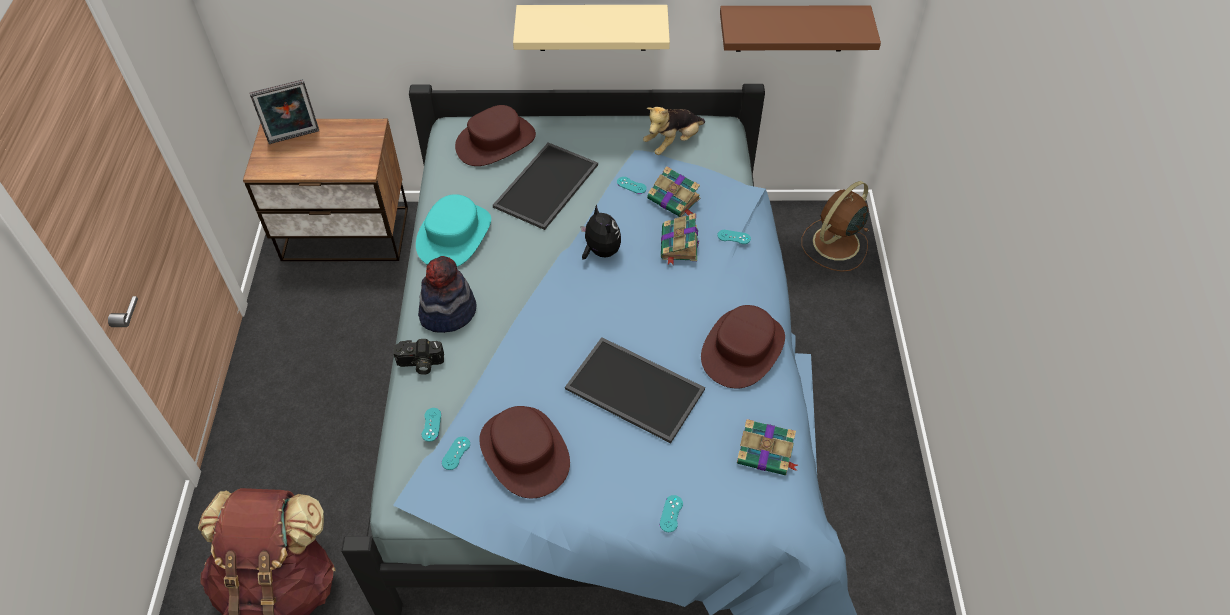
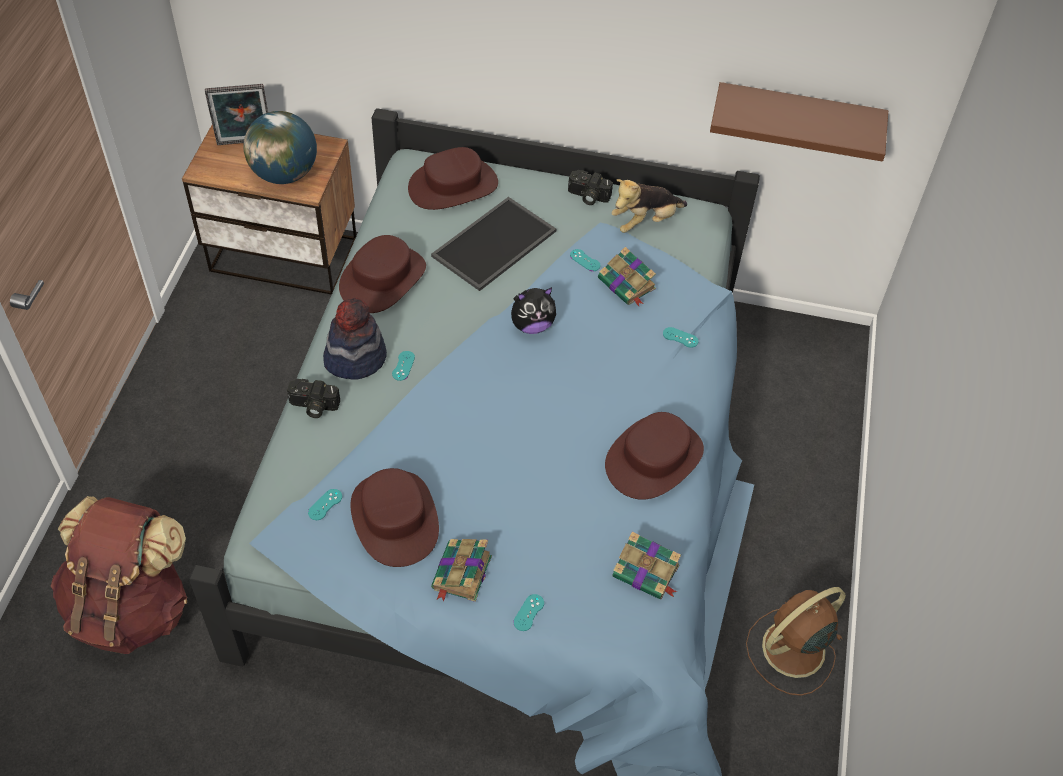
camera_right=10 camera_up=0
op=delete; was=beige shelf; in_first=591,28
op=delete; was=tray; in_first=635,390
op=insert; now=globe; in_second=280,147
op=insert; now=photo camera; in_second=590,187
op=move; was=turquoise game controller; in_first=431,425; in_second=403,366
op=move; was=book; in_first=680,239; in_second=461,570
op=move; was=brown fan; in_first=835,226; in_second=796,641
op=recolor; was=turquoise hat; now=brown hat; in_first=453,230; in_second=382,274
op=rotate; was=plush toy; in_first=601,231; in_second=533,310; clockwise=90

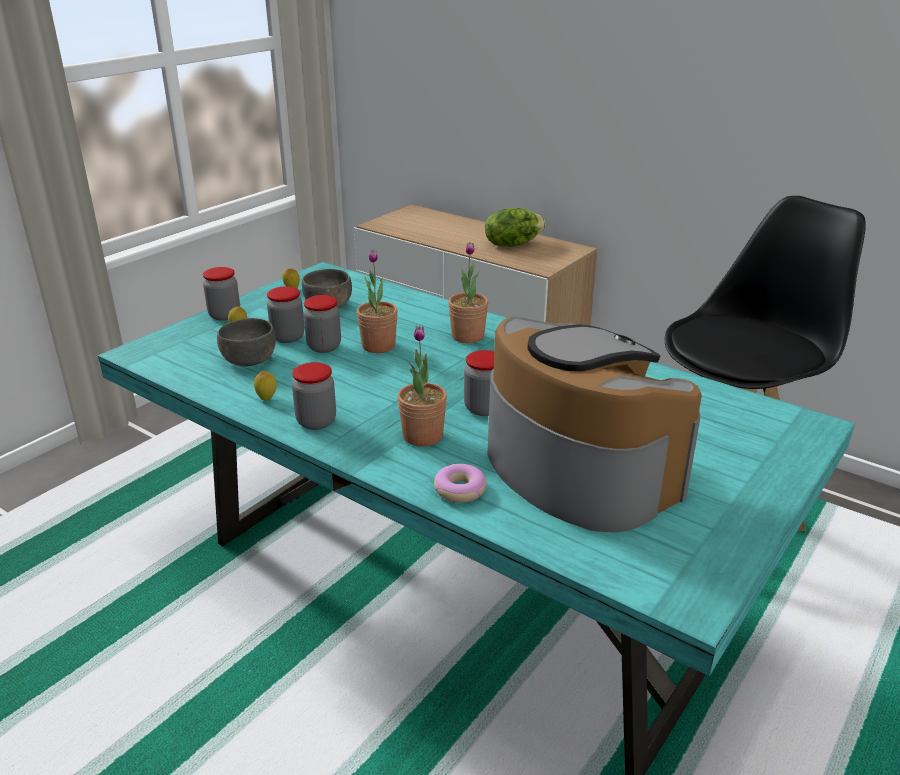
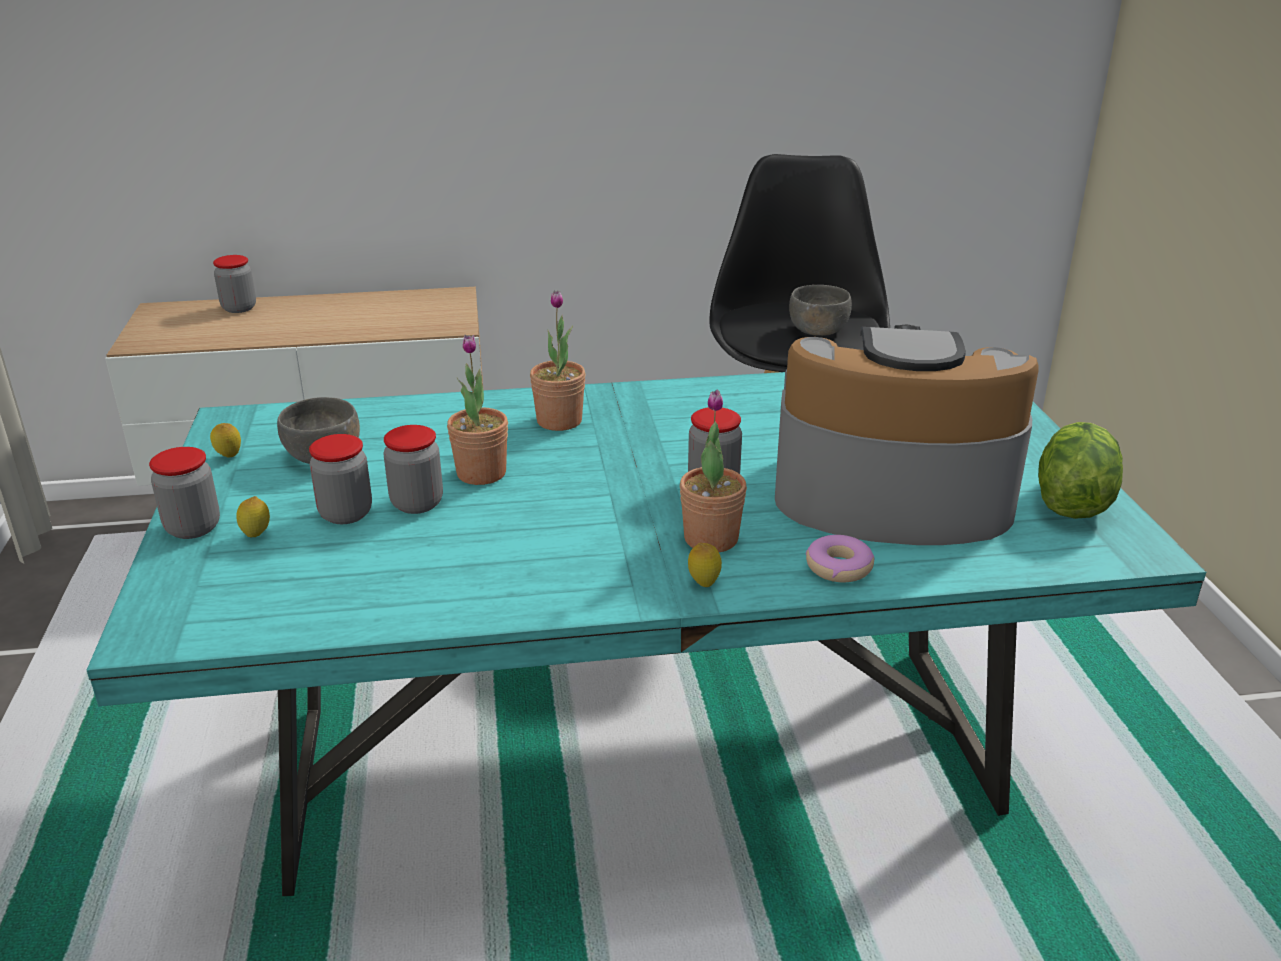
camera_right=-45 camera_up=0
op=move; was=grey bowl; in_first=246,342; in_second=820,310
op=move; was=lemon; in_first=265,385; in_second=705,565
op=move; was=jar; in_first=314,396; in_second=234,284
op=move; was=lettuce; in_first=515,227; in_second=1080,470

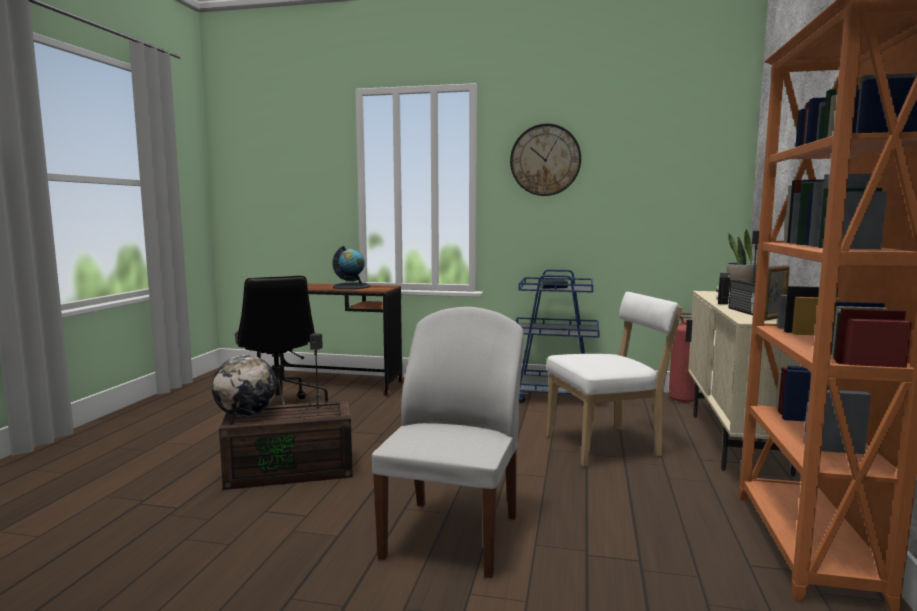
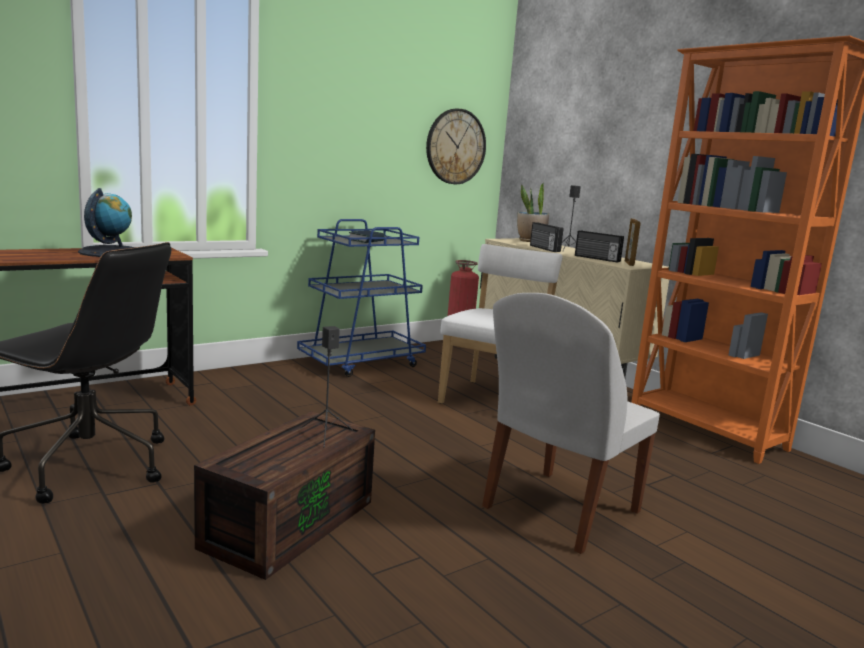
camera_right=-50 camera_up=5
op=delete; was=globe; in_first=244,386
op=move; was=wall clock; in_first=545,159; in_second=456,146
op=rotate; was=white chair; in_first=448,442; in_second=571,423; clockwise=-105

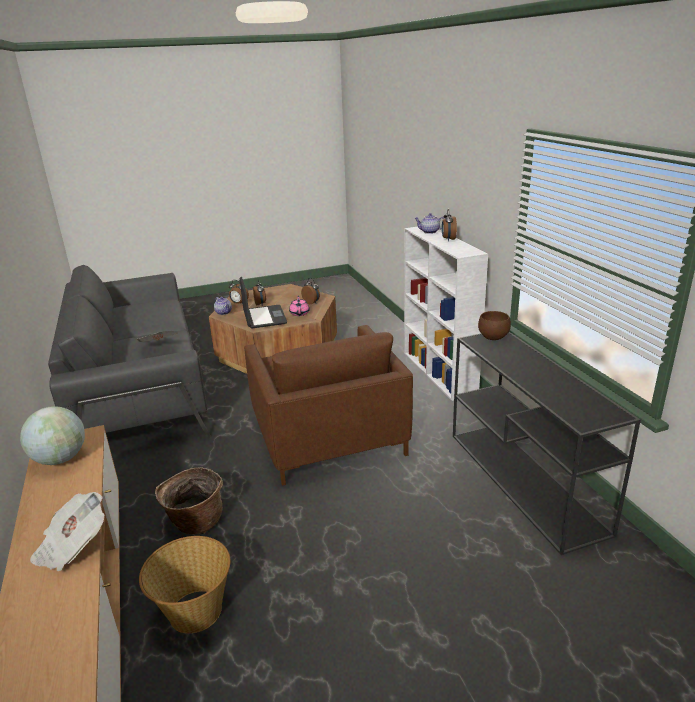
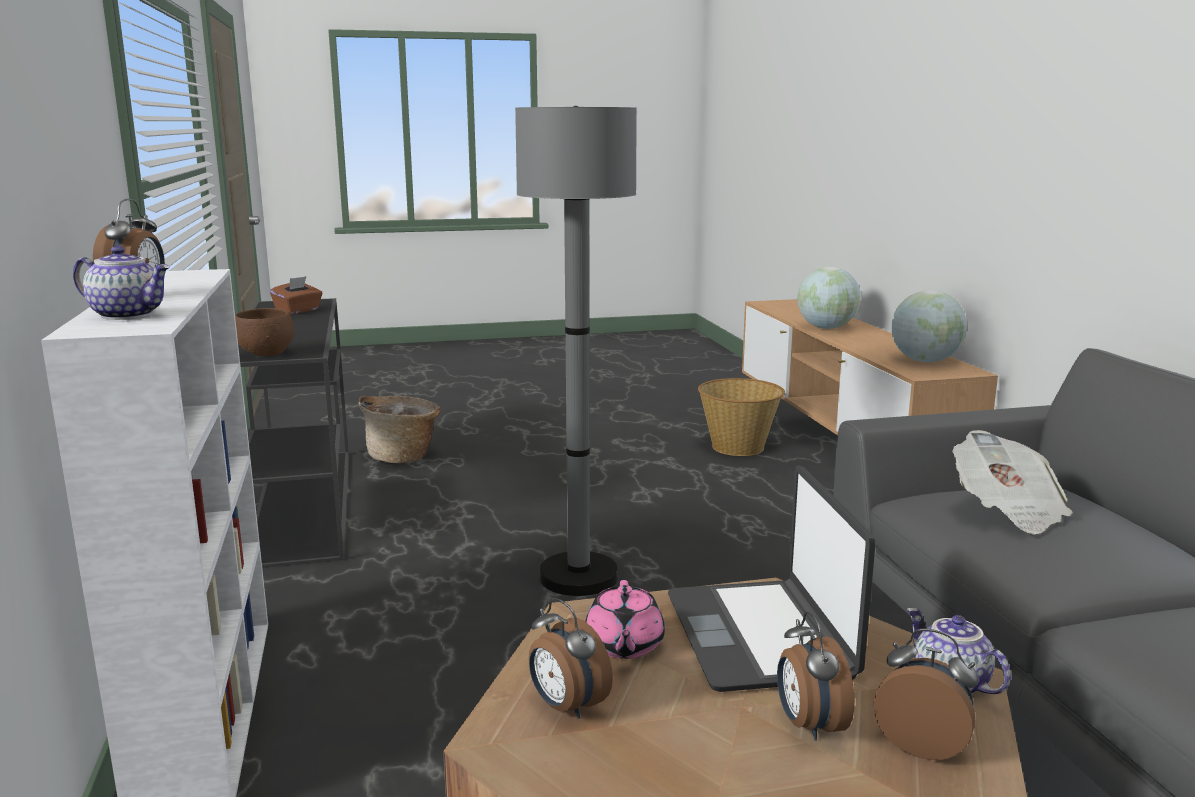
camera_right=-175 camera_up=-10
op=insert; now=brown tissue box; in_second=296,295
op=move; was=basket; in_first=189,500; in_second=399,429
op=replace; was=newspaper; now=globe; in_first=67,531; in_second=829,298
op=replace; was=brown armchair; now=grey floor lamp; in_first=328,405; in_second=576,351

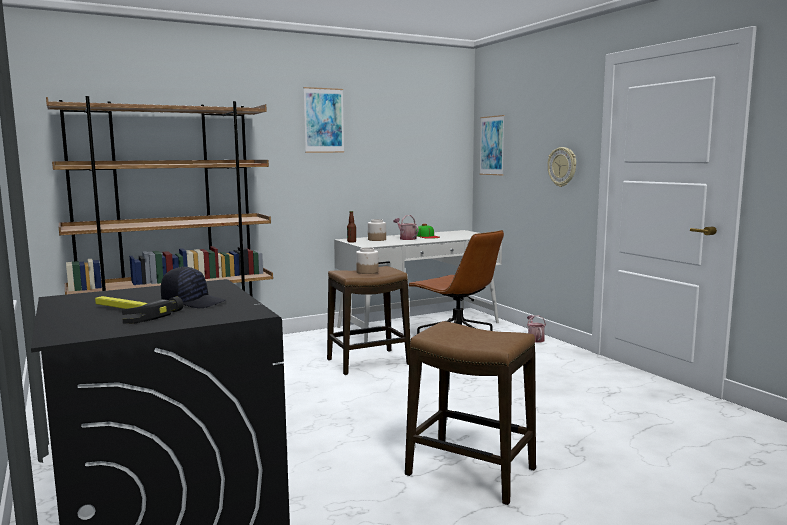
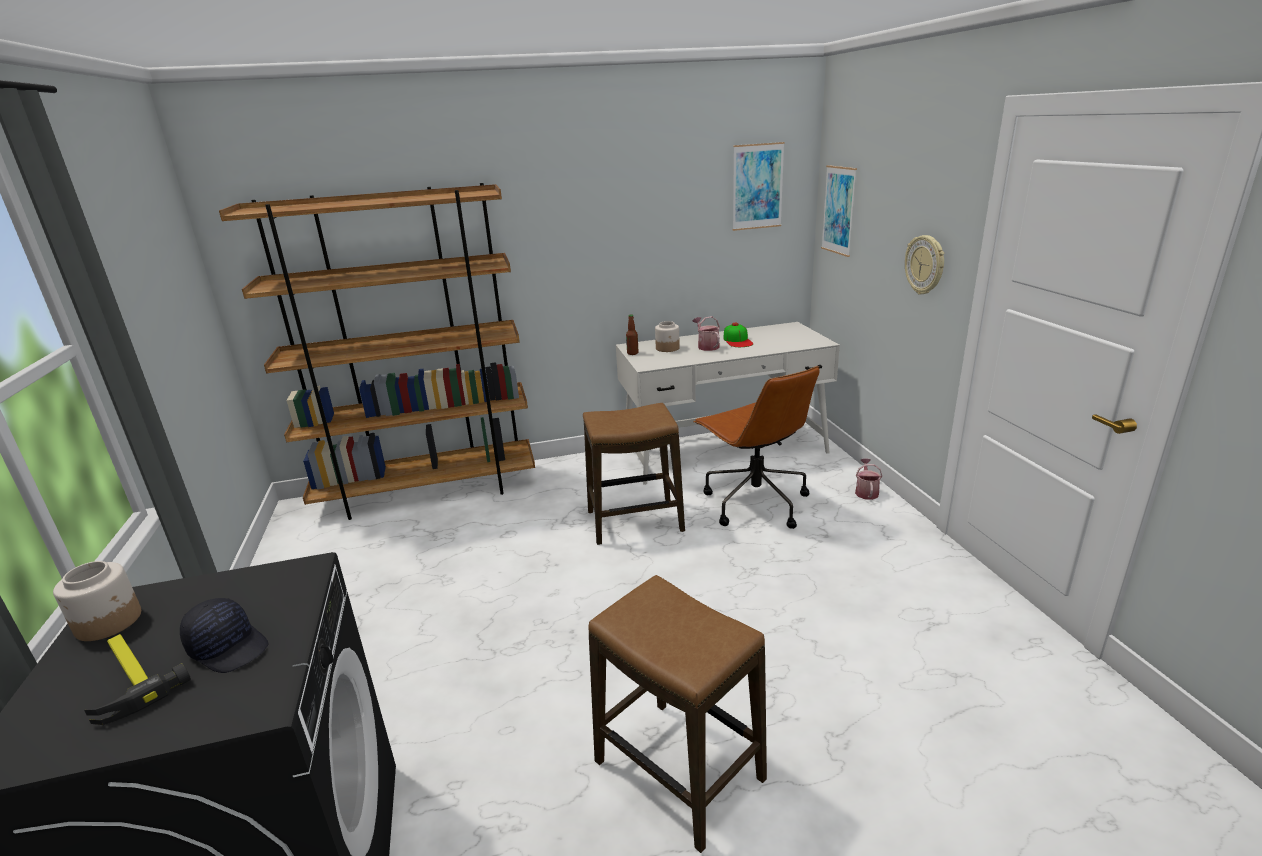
camera_right=15 camera_up=15
op=move; was=picture; in_first=323,120; in_second=759,186
op=move; was=jar; in_first=367,260; in_second=97,601

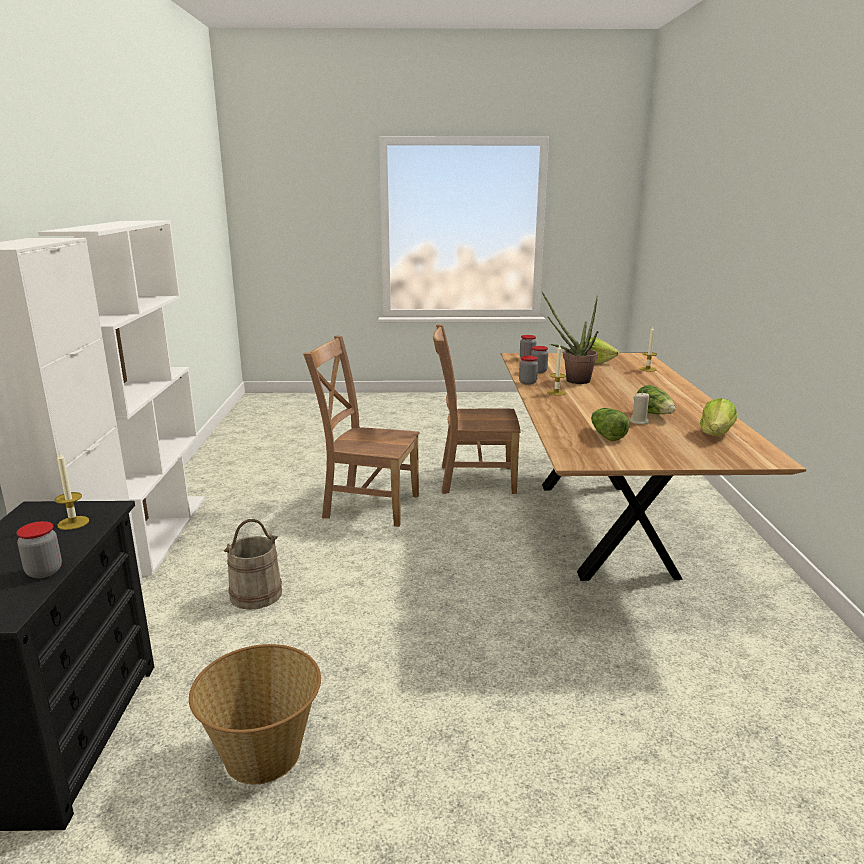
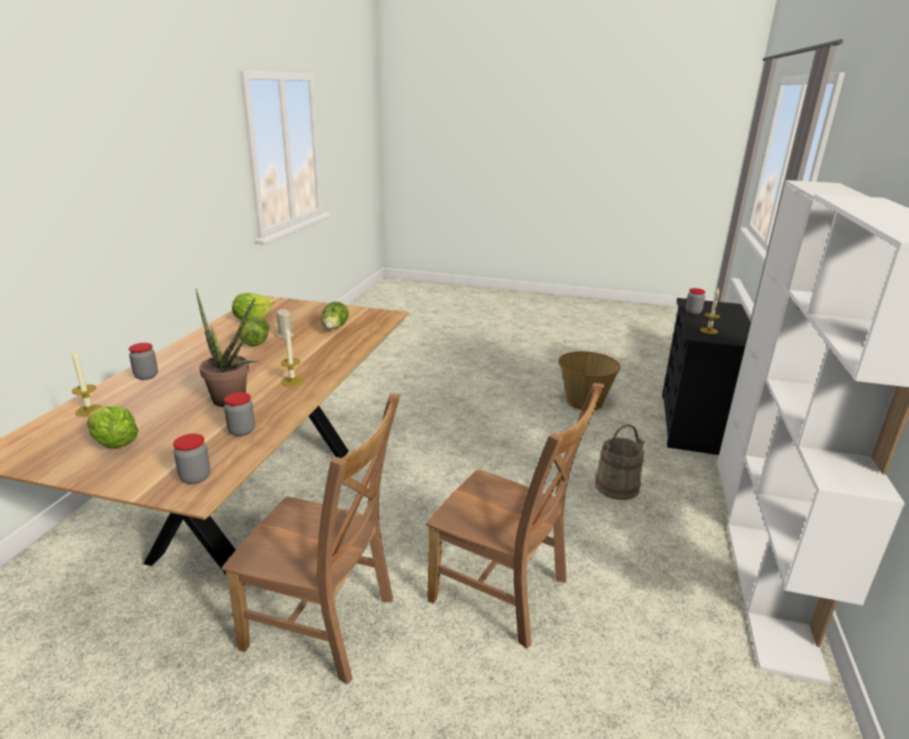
camera_right=-165 camera_up=5
op=move; was=jar; in_first=528,370; in_second=143,361

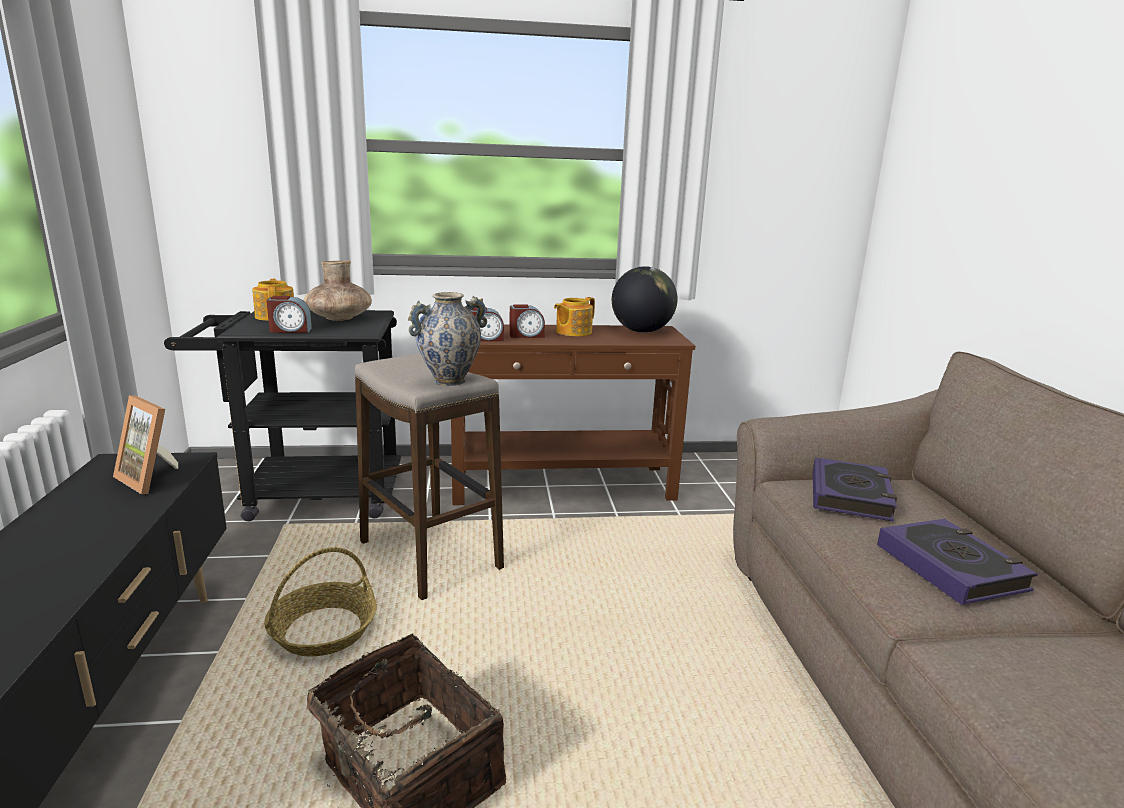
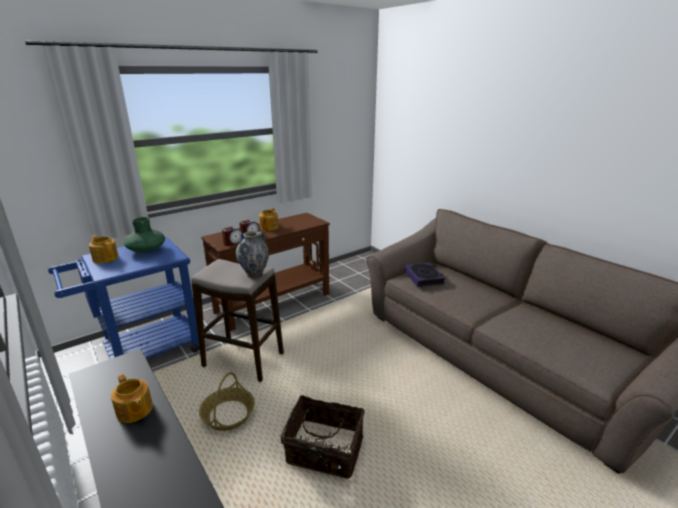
camera_right=-30 camera_up=5
op=delete; was=picture frame; in_first=145,444
op=delete; was=alarm clock; in_first=289,314
op=delete; was=globe; in_first=645,299
op=delete; was=book; in_first=957,562
op=insert; now=teapot; in_second=132,398
op=recolor; was=black cart; now=blue cart; in_first=282,415; in_second=123,298
op=recolor; was=brown vase; now=green vase; in_first=338,290; in_second=144,235

